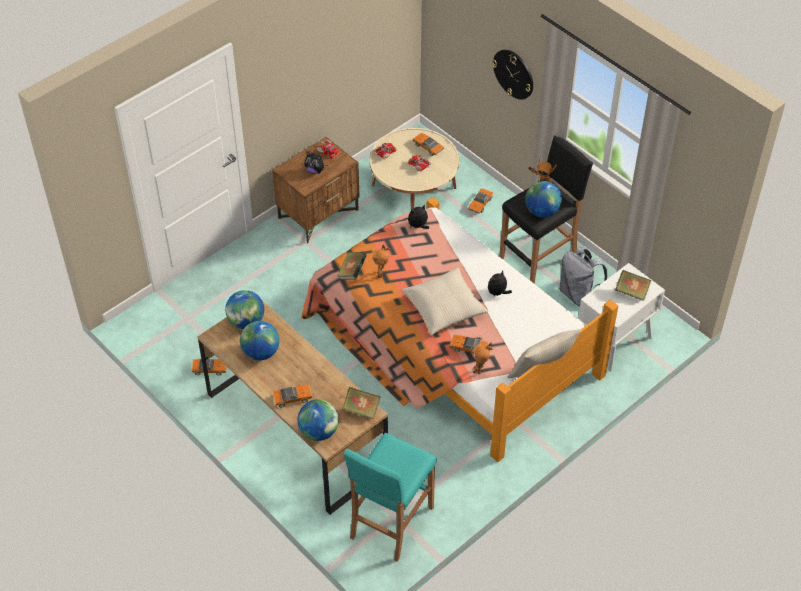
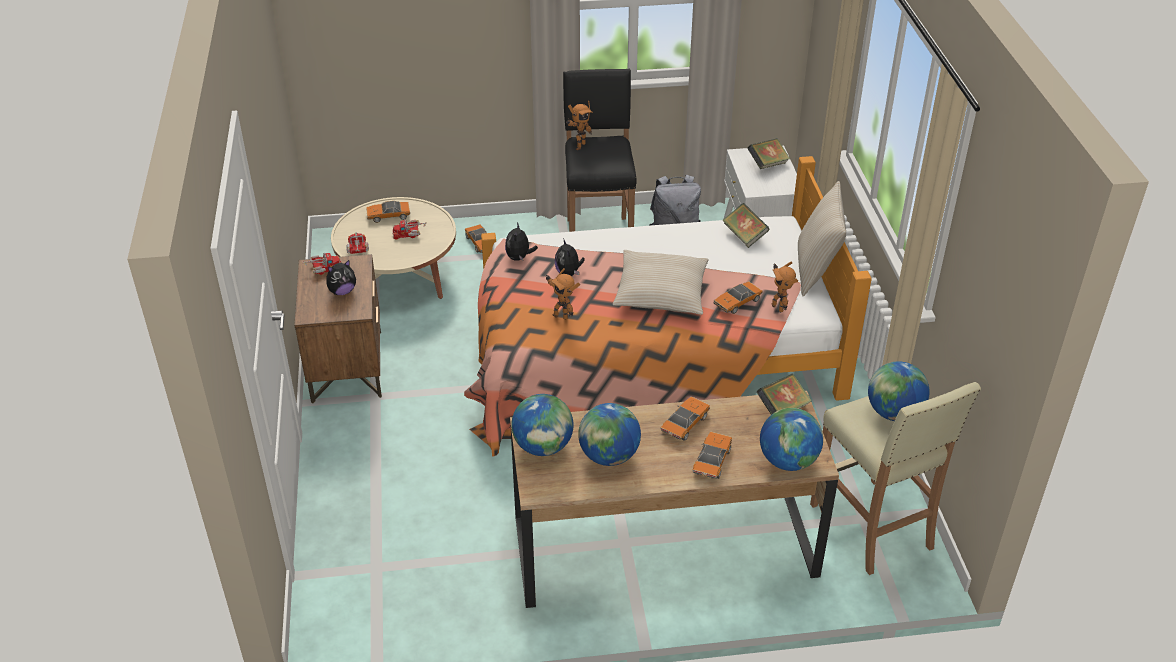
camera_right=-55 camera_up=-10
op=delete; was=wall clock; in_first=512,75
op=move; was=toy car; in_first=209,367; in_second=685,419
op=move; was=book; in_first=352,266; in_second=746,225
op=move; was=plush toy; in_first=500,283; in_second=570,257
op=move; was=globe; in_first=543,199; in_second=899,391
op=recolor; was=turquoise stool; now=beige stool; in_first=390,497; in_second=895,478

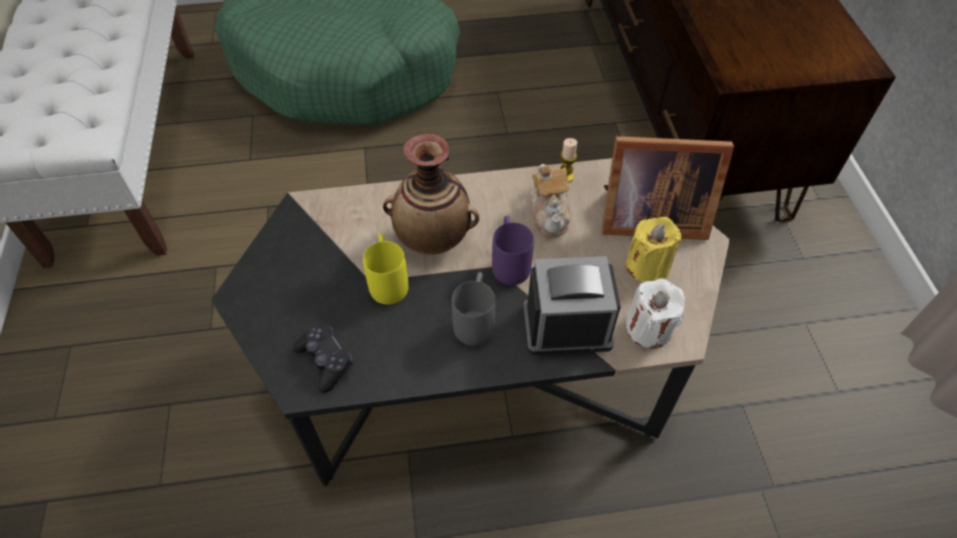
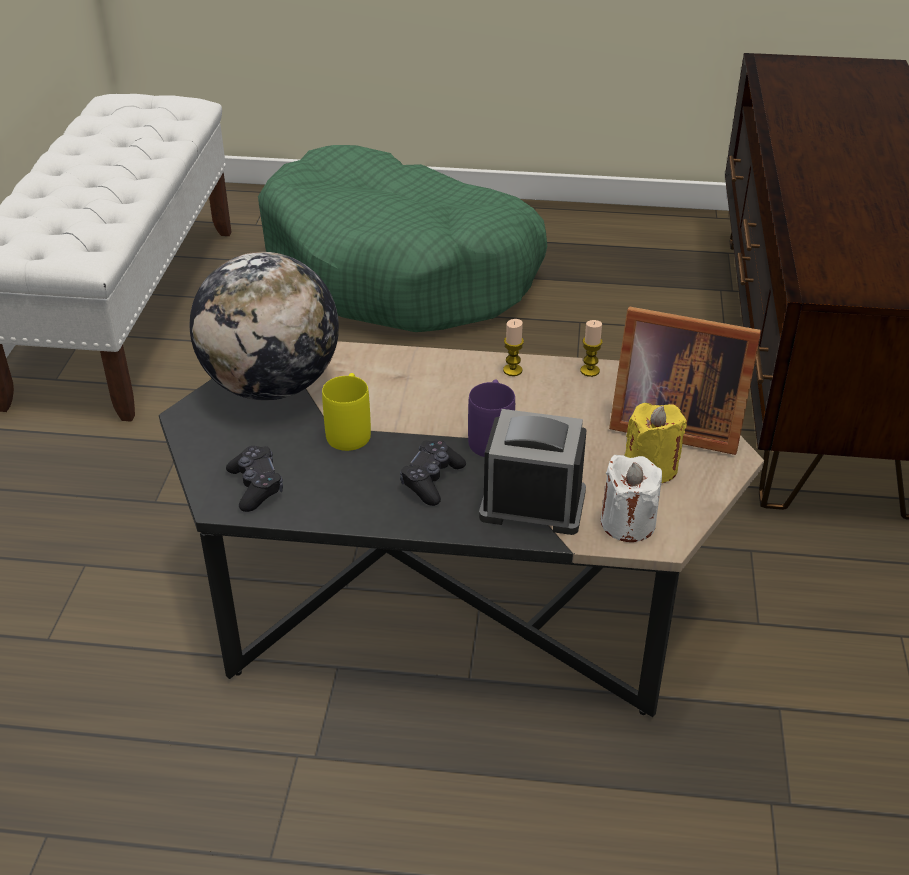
camera_right=15 camera_up=-15
op=delete; was=vase; in_first=431,194
op=delete; was=teapot; in_first=550,200
op=insert; now=globe; in_second=264,326
op=insert; now=candle; in_second=513,347
op=replace; was=grey mug; now=black game controller; in_first=473,309; in_second=433,473

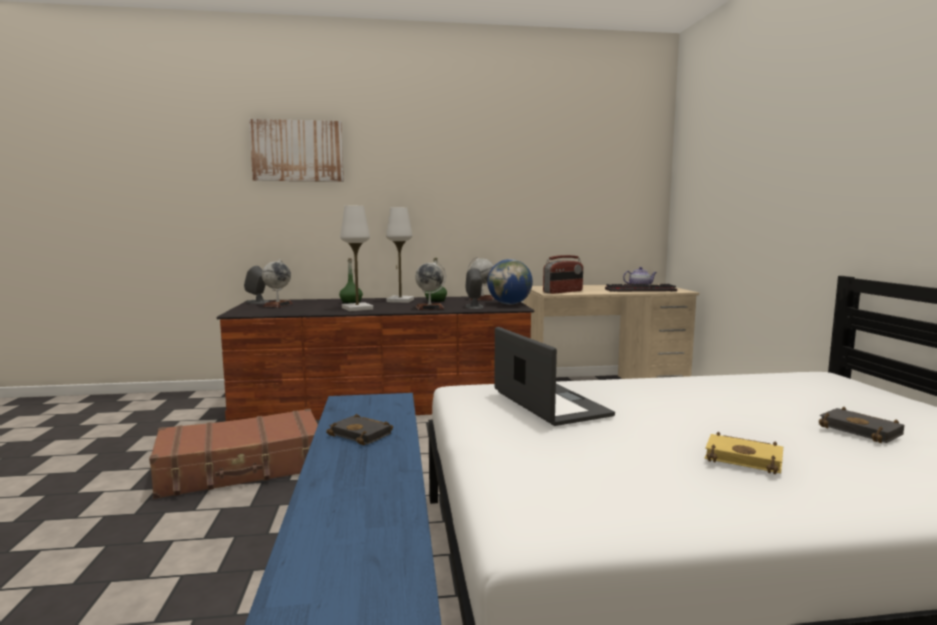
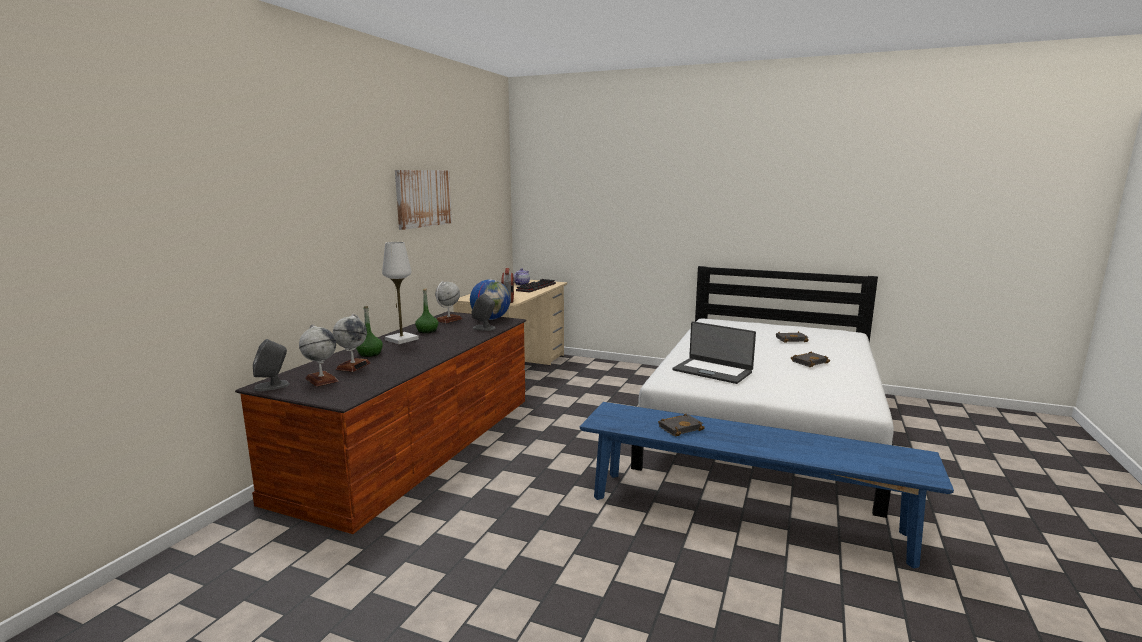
camera_right=-60 camera_up=5
op=delete; was=brown suitcase; in_first=233,454
op=delete; was=white table lamp; in_first=356,258
op=move; was=picture; in_first=296,150; in_second=423,200
op=move; was=globe; in_first=430,285; in_second=352,343
op=recolor; was=yellow book; now=black book; in_first=744,453; in_second=810,359
op=rotate; was=laptop; in_first=554,376; in_second=714,353; clockwise=-150

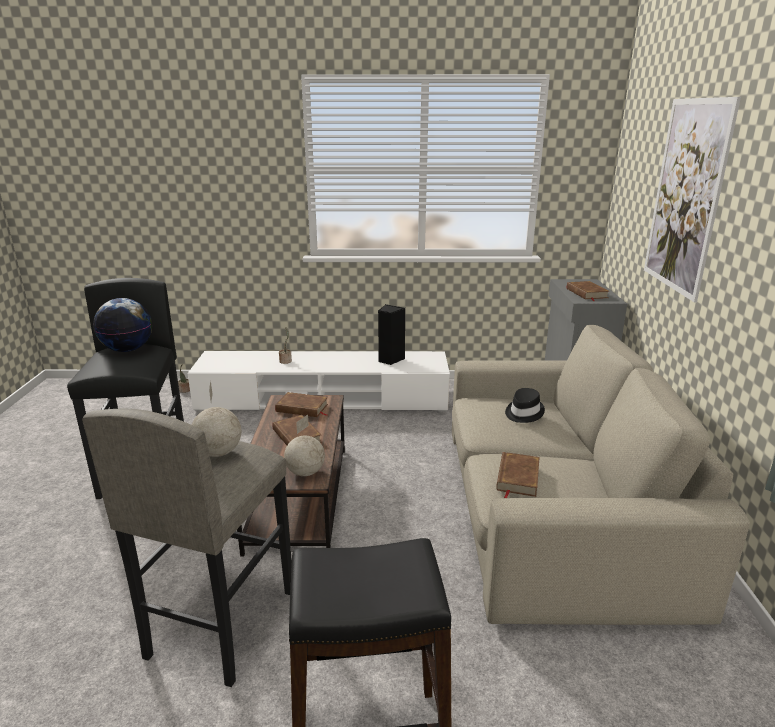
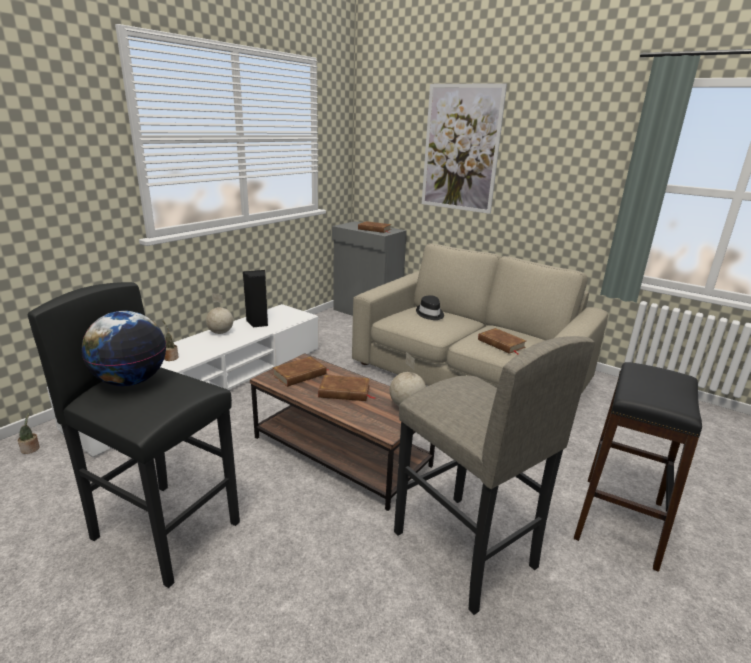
camera_right=-55 camera_up=0
op=move; was=globe; in_first=216,419; in_second=219,313

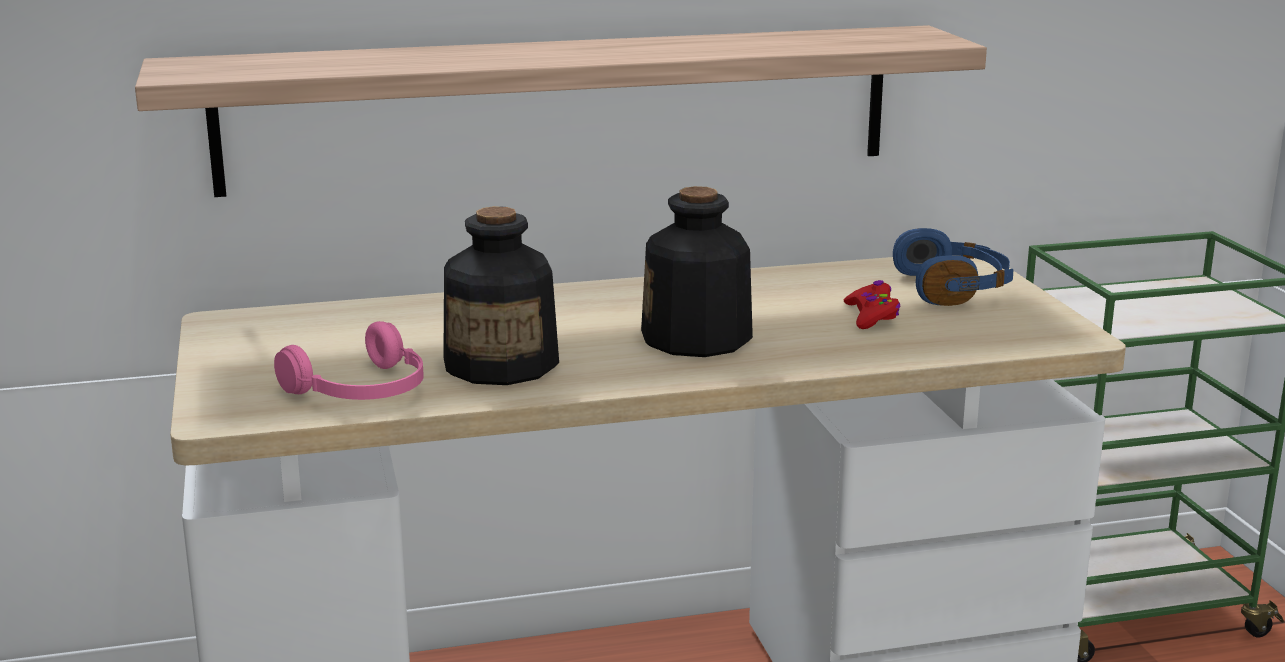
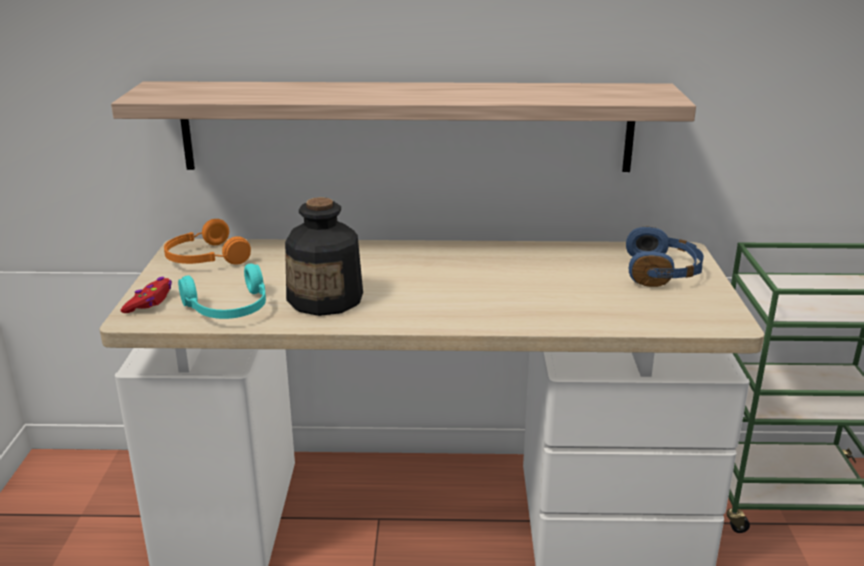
camera_right=15 camera_up=5
op=delete; was=bottle; in_first=697,271
op=insert; now=orange headphones; in_second=207,242
op=move; was=red game controller; in_first=872,304; in_second=146,295
op=recolor; was=pink headphones; now=turquoise headphones; in_first=349,360; in_second=222,291

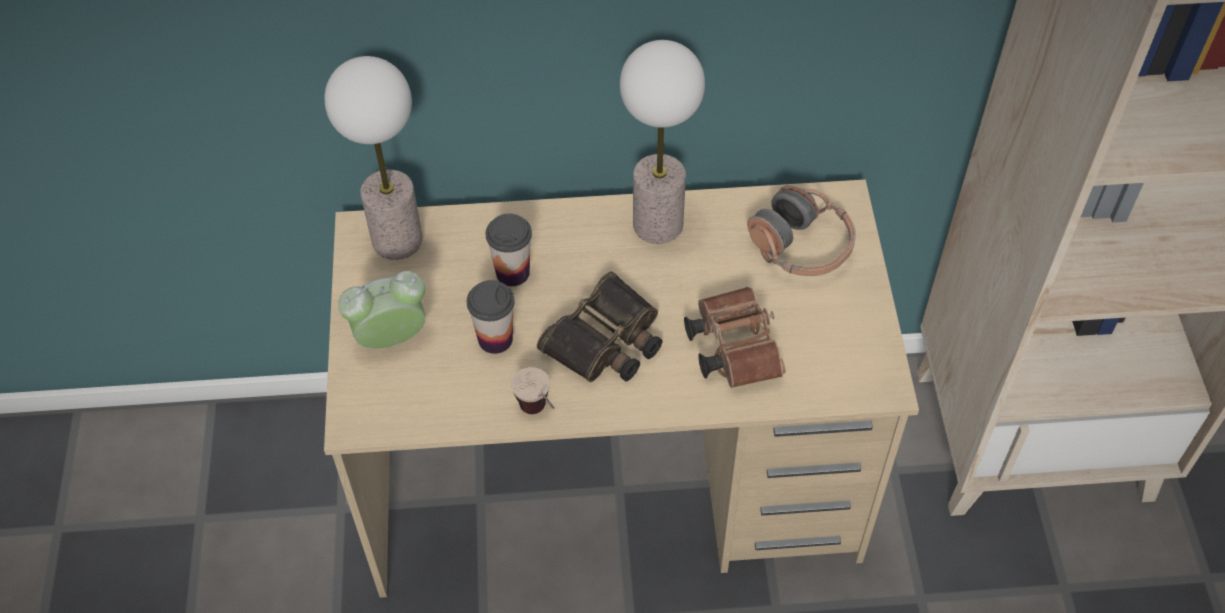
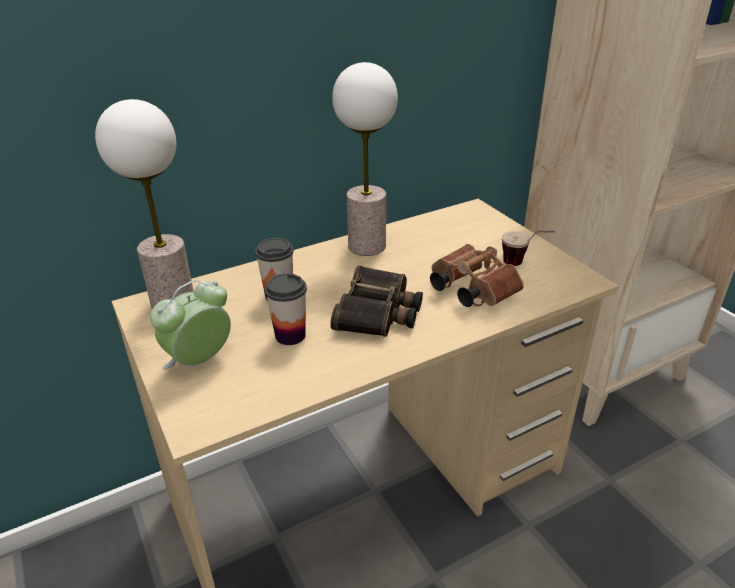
camera_right=-25 camera_up=-20
op=delete; was=headphones; in_first=801,230
op=move; was=cup; in_first=533,390; in_second=528,248

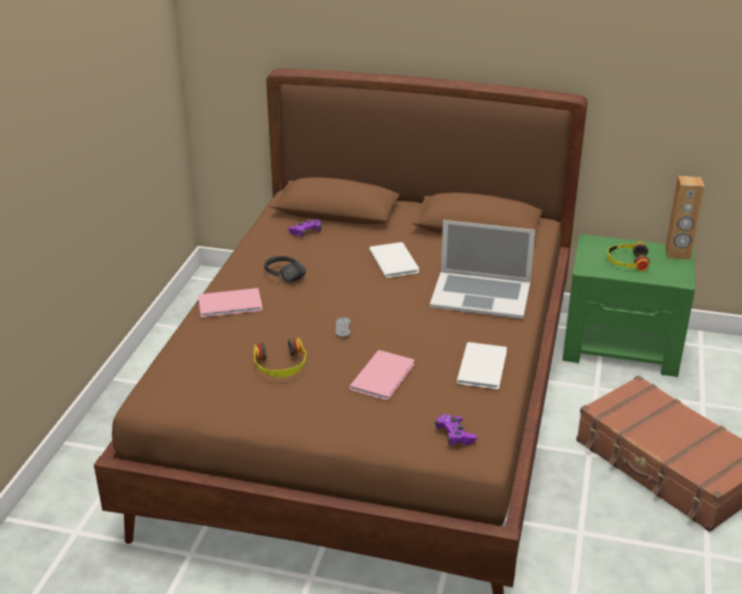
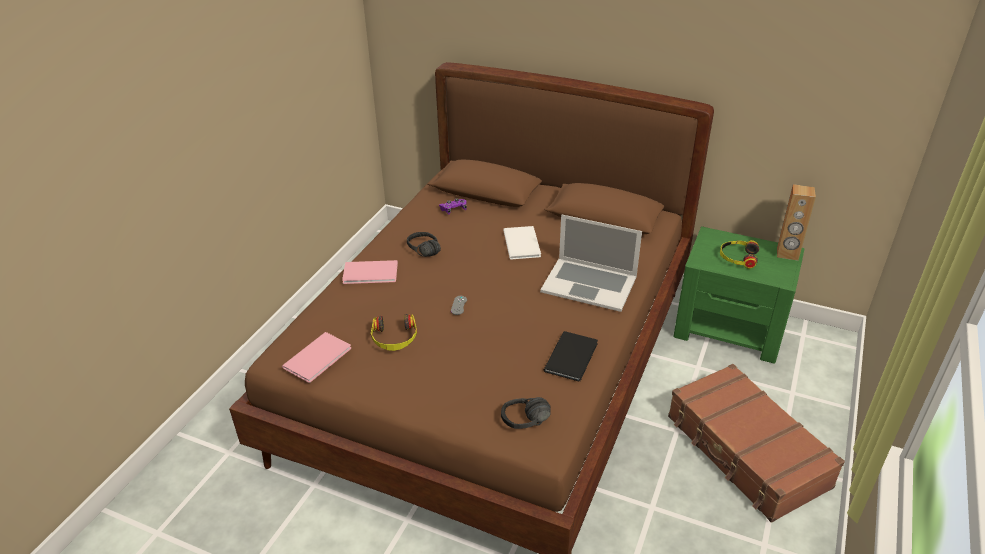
camera_right=10 camera_up=5
op=move; was=pink book; in_first=382,375; in_second=316,357
op=replace; was=purple game controller; now=black headphones; in_first=456,430; in_second=526,413
op=recolor; was=white book; now=black book; in_first=481,366; in_second=571,356

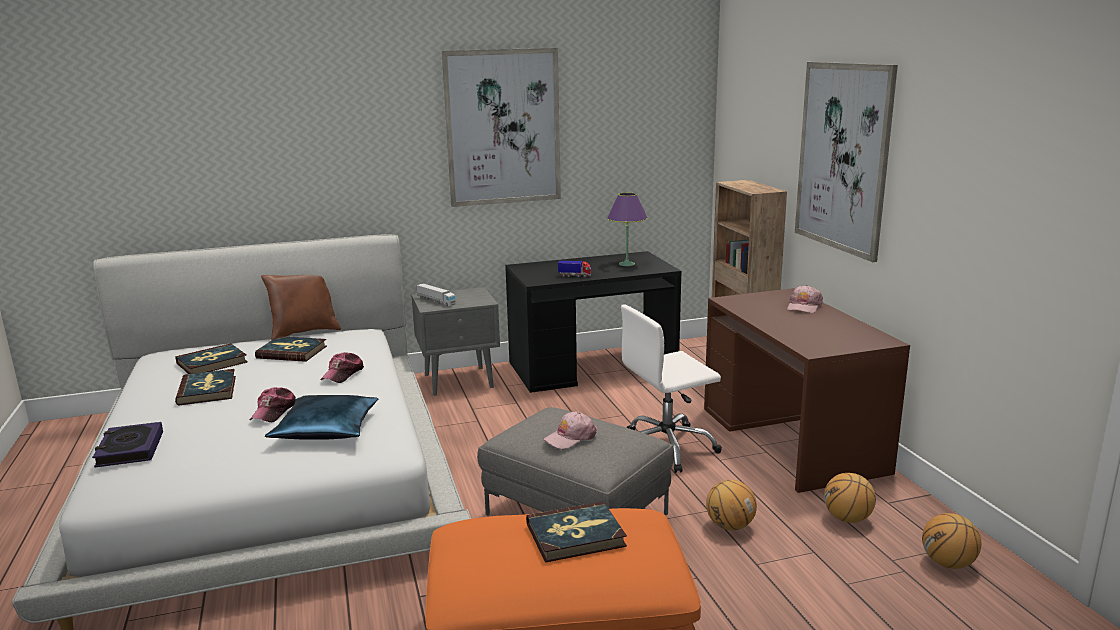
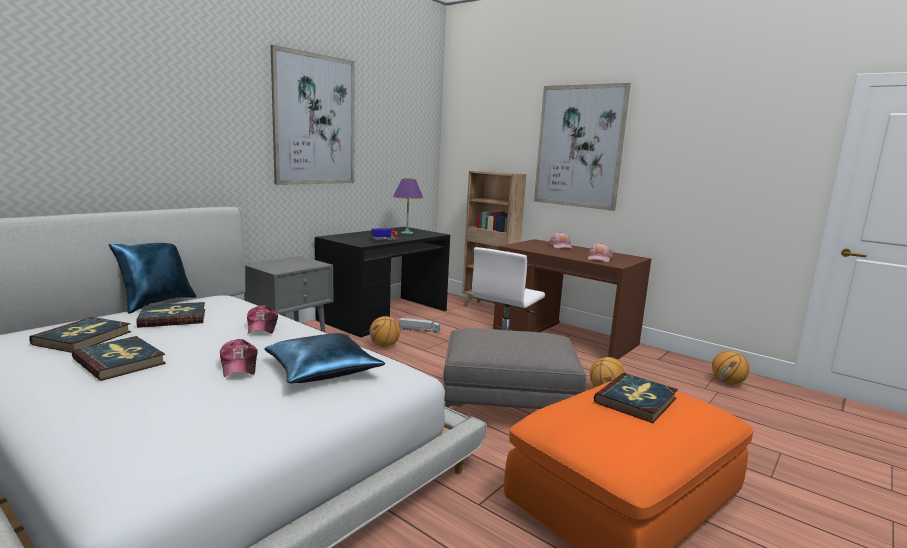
camera_right=-35 camera_up=-5
op=delete; was=book; in_first=127,444
op=move; was=toy truck; in_first=436,294; in_second=420,325
op=move; was=pink cap; in_first=570,430; in_second=600,252
op=move; was=basketball; in_first=850,498; in_second=384,331
op=recolor; was=brown pillow; now=blue pillow; in_first=301,308; in_second=153,278

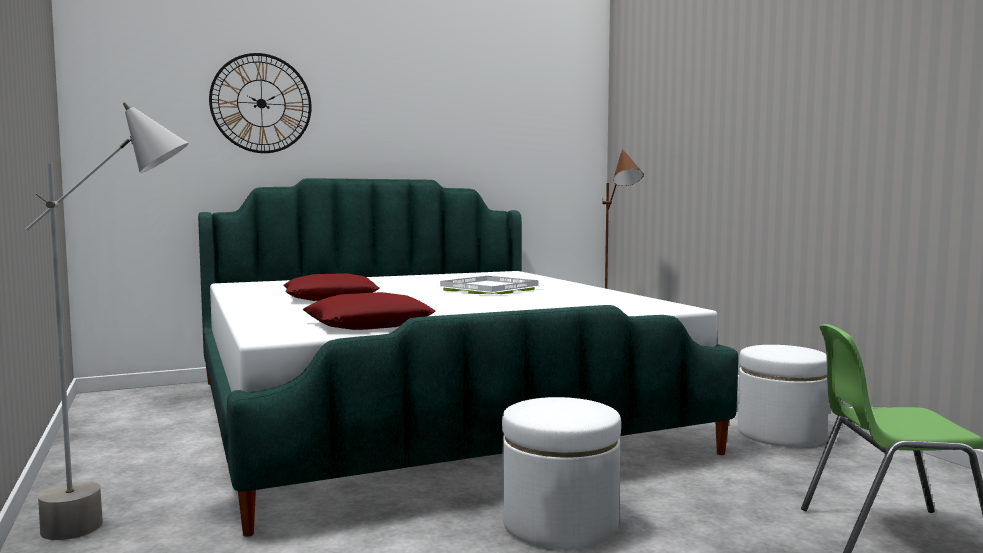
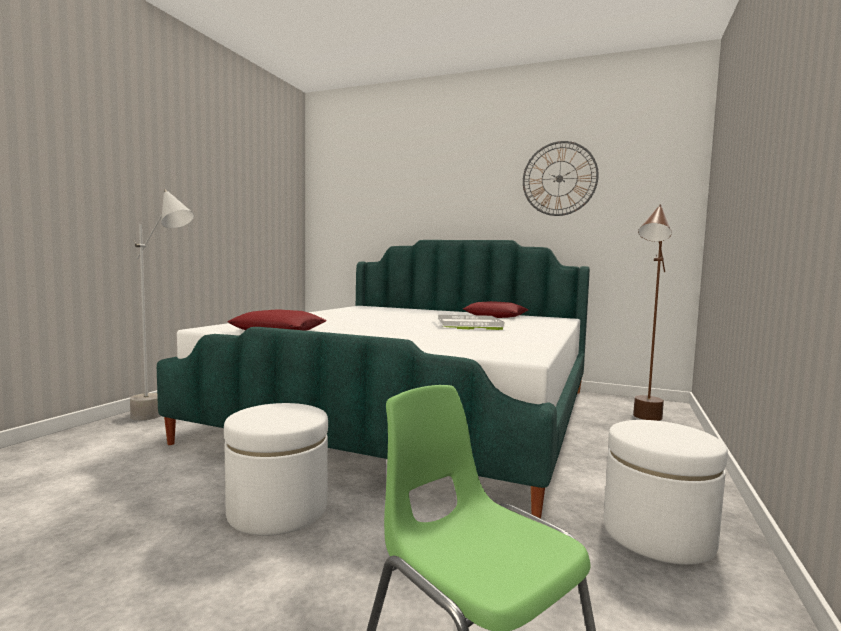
camera_right=45 camera_up=0
op=move; was=wall clock; in_first=260,103; in_second=561,178
op=move; was=red pillow; in_first=332,287; in_second=495,309

